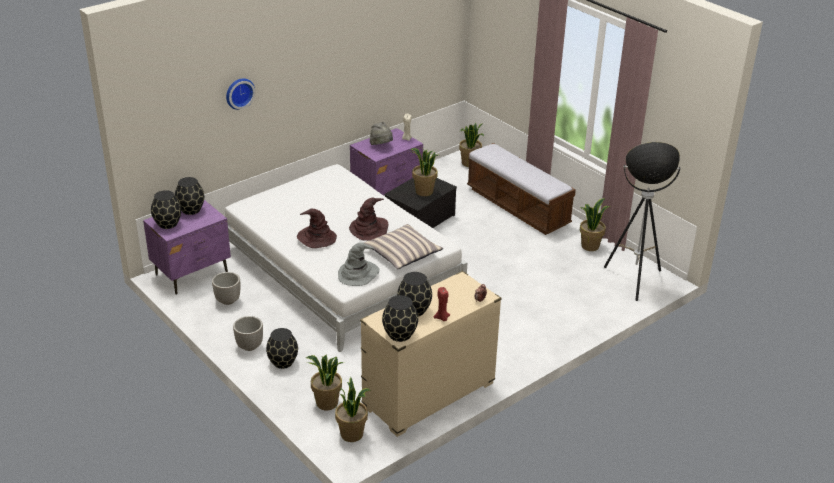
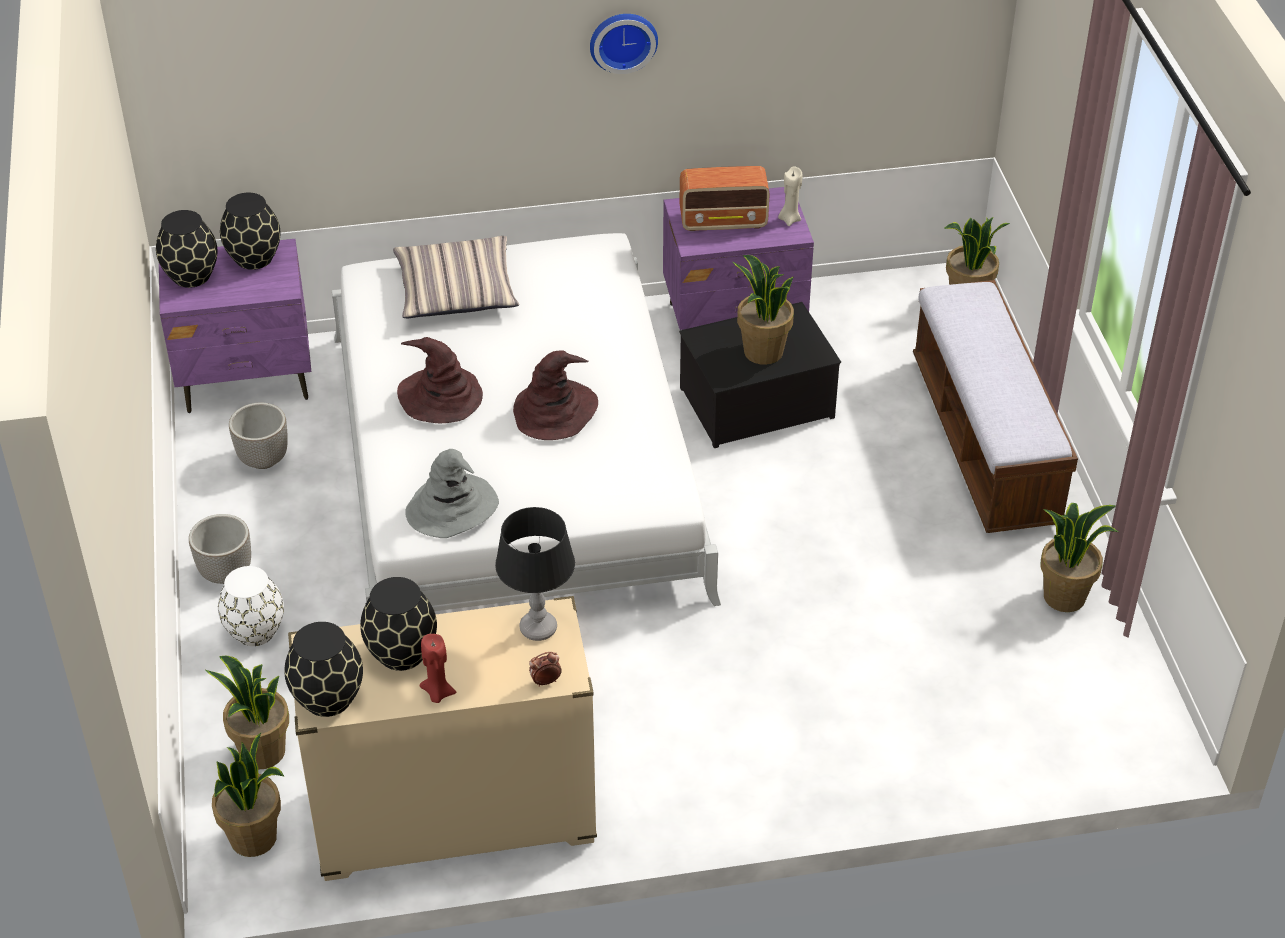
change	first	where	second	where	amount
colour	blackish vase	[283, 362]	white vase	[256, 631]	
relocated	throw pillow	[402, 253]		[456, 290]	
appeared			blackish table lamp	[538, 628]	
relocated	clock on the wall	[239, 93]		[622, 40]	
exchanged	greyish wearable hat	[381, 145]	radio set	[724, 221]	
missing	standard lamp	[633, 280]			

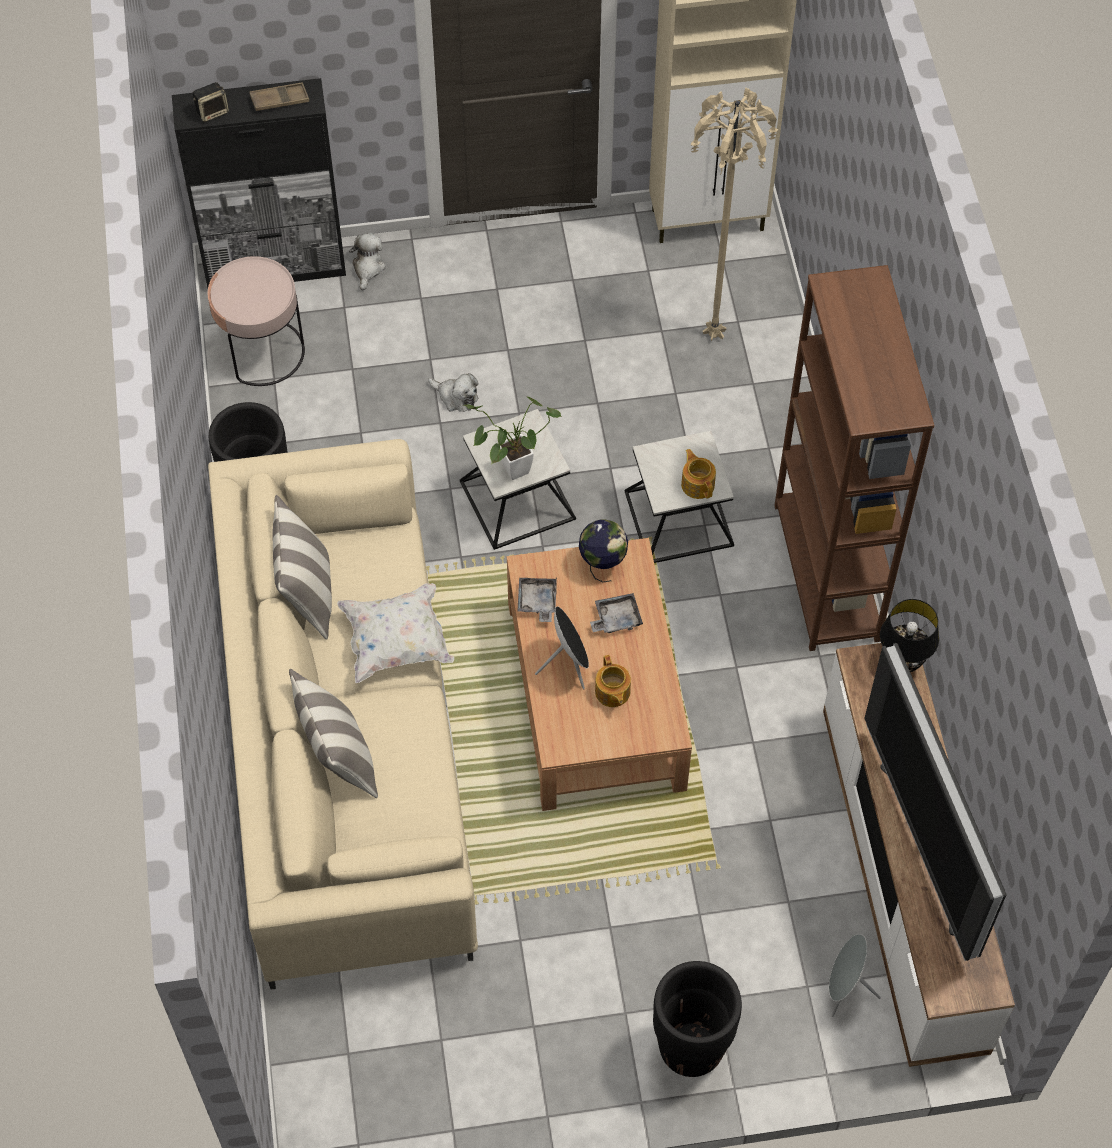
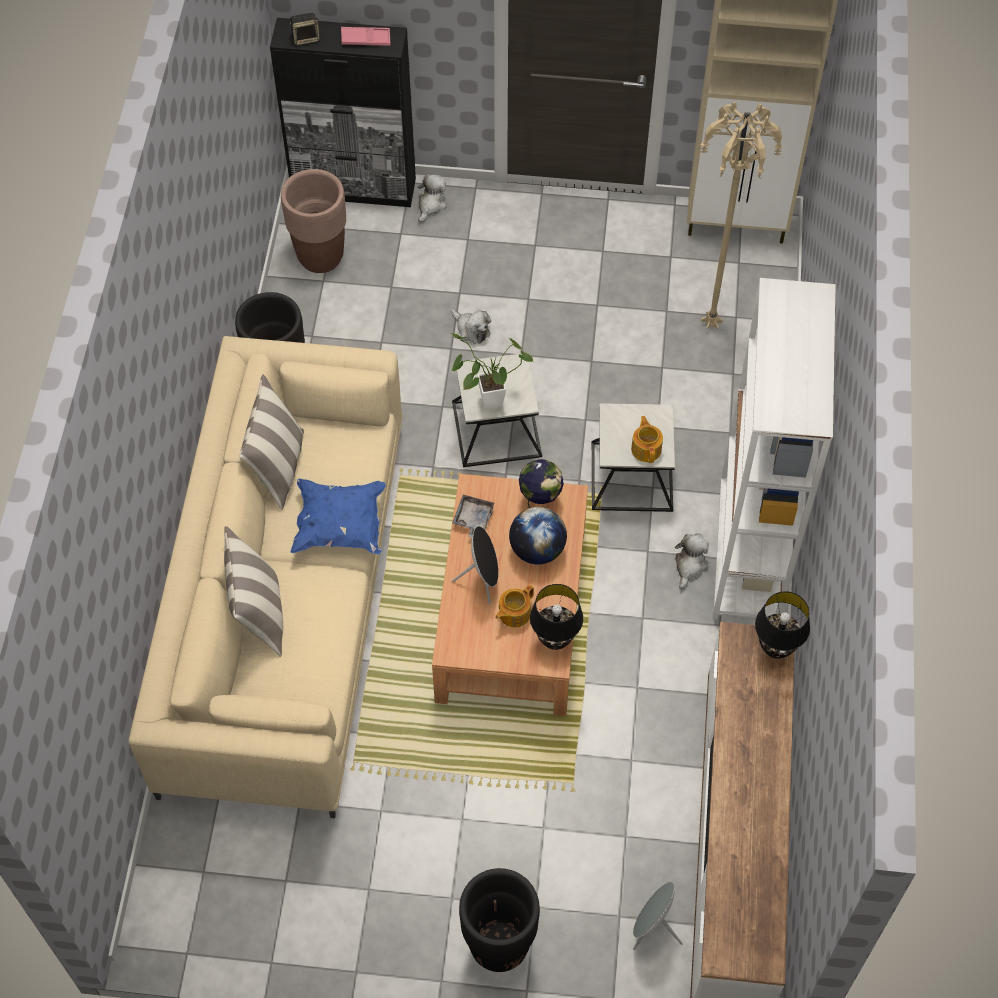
change	first	where	second	where	amount
exchanged	pink-coloured accent table	[263, 352]	brown planter	[320, 257]	
colour	white throw pillow	[397, 643]	bluish throw pillow	[340, 526]	
colour	brown serving tray	[279, 100]	pink-coloured serving tray	[365, 39]	
spun	pot for tea	[612, 692]		[513, 613]	45 degrees clockwise
exchanged	greyish serving tray	[616, 618]	globe	[537, 550]	
appeared			blackish table lamp	[555, 640]	
appeared			soft toy	[689, 565]	
colour	brown shelving unit	[826, 572]	white shelving unit	[748, 553]	
missing	television	[931, 844]			

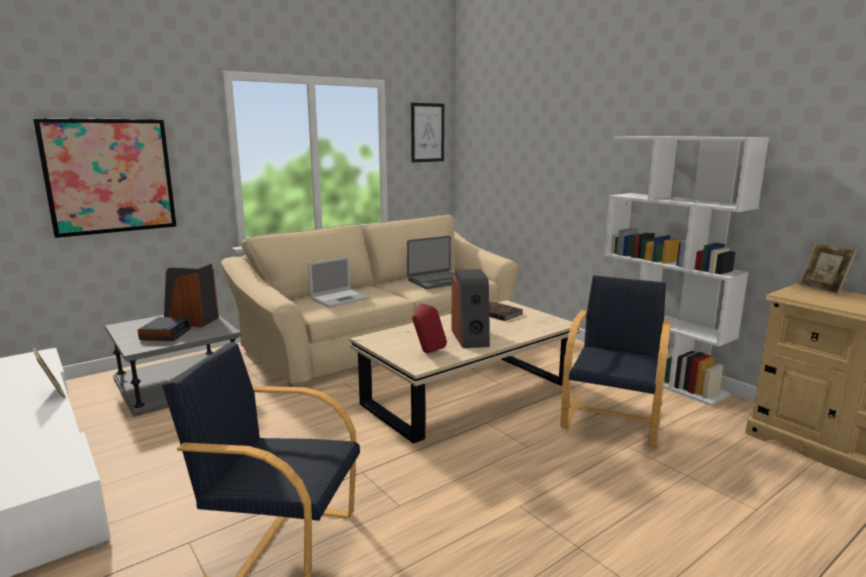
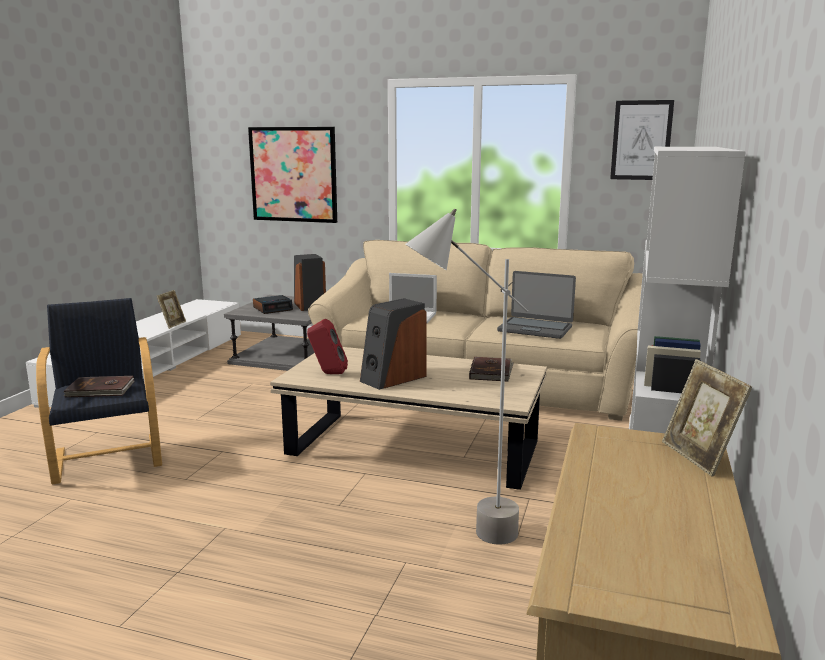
change	first	where	second	where	amount
appeared			brown bound book	[100, 390]	
exchanged	blackish easy chair	[612, 419]	greyish standard lamp	[464, 538]	
spun	standing frame	[822, 289]		[699, 457]	45 degrees counterclockwise

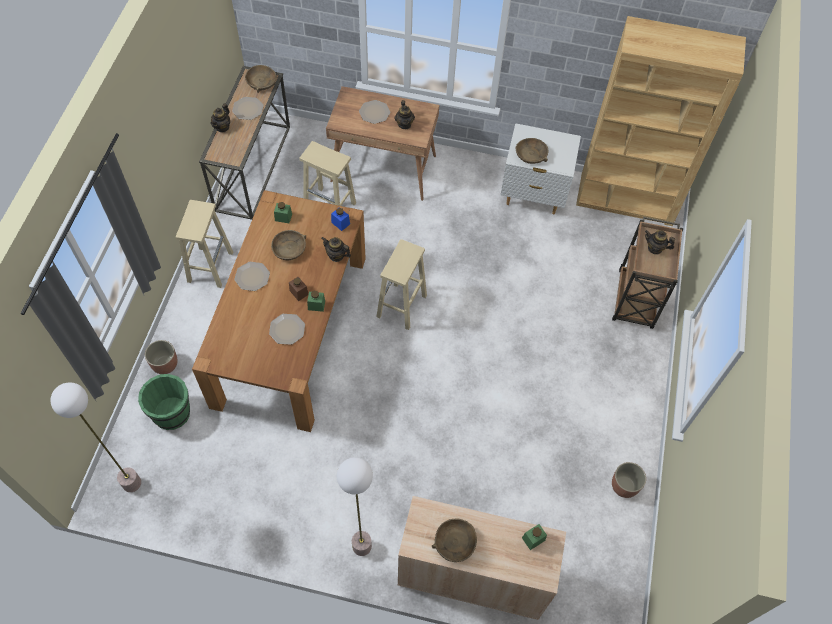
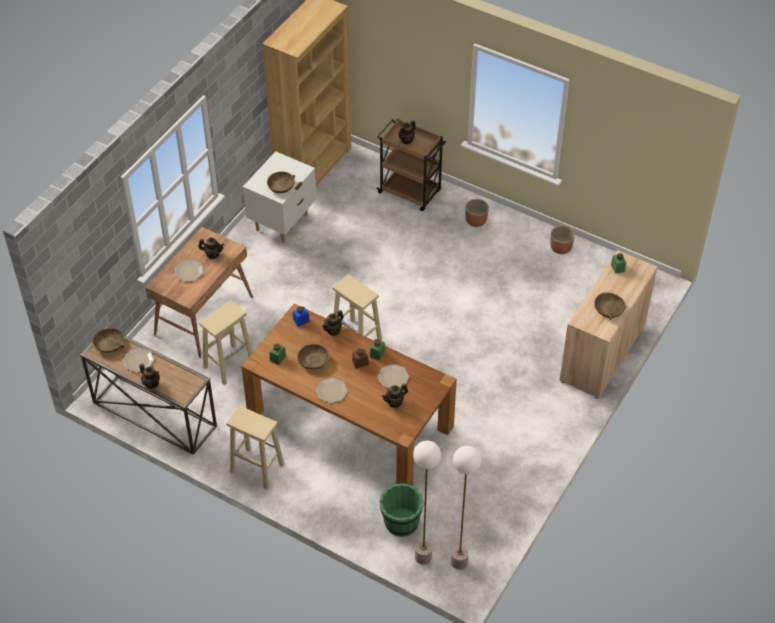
change	first	where	second	where	amount
appeared			pot for tea	[395, 402]	
relocated	standard lamp	[361, 546]		[423, 557]	
relocated	planter	[165, 364]		[475, 221]	

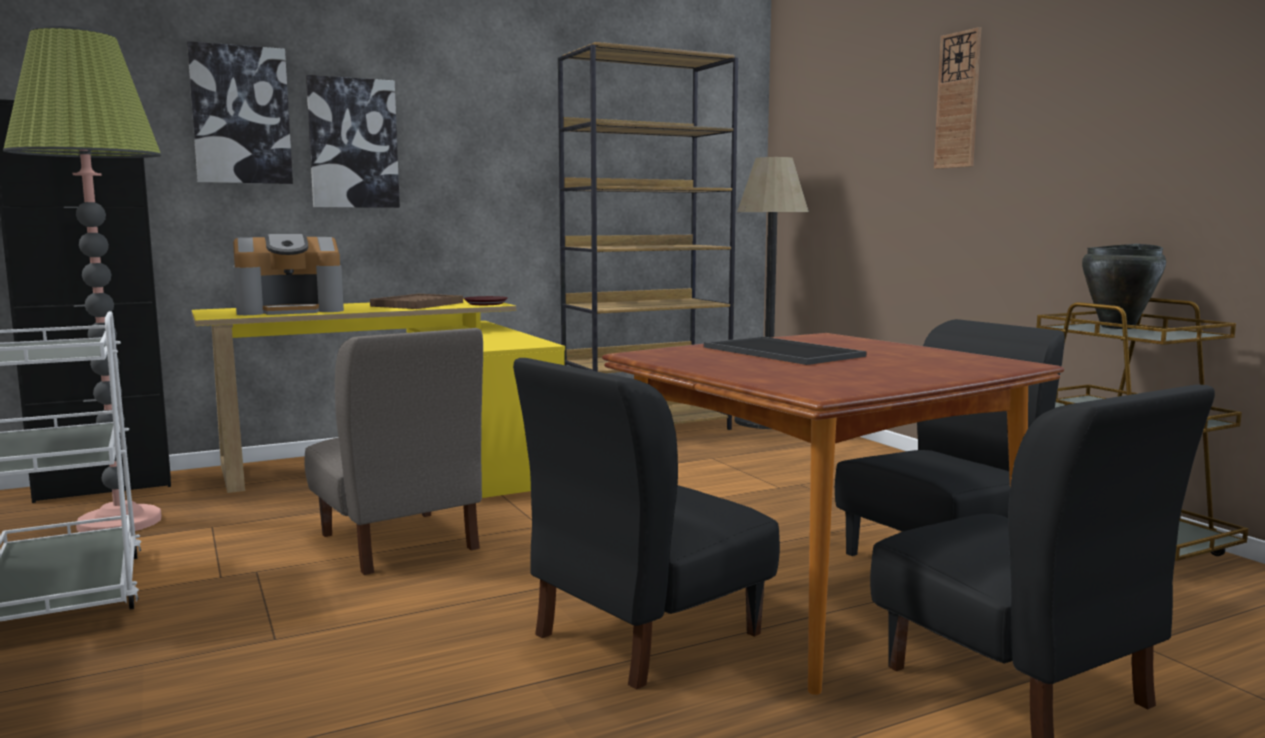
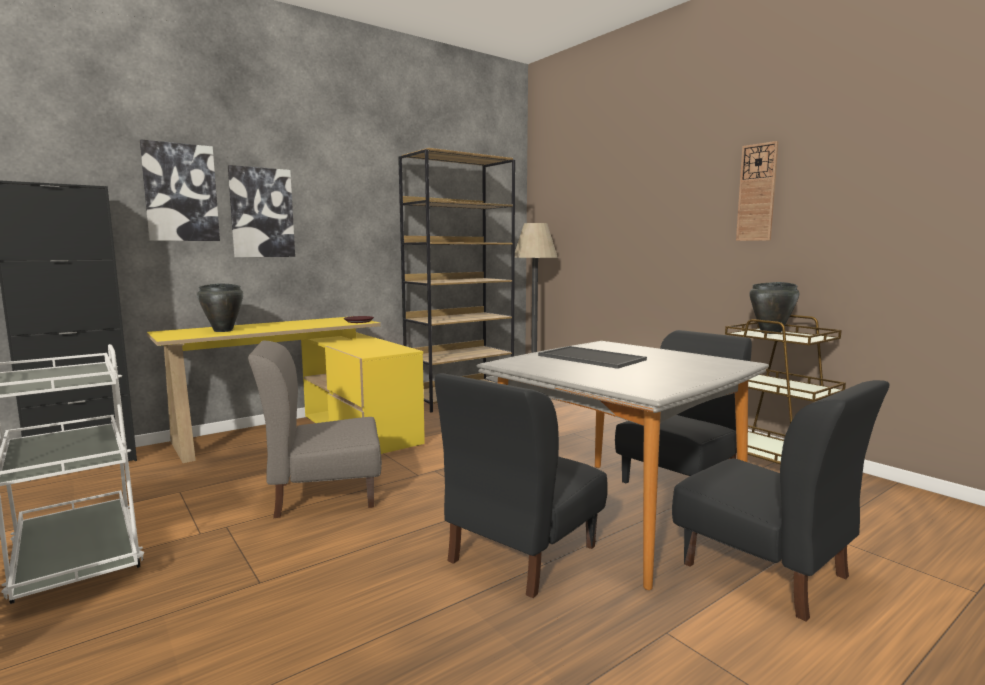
change	first	where	second	where	amount
exchanged	coffee maker	[291, 310]	blackish stockpot	[223, 330]	
spun	greyish chair	[398, 542]		[324, 494]	120 degrees clockwise
colour	brown dining table	[814, 596]	greyish dining table	[616, 515]	
relocated	clock on the wall	[958, 100]		[757, 192]	
missing	standard lamp	[119, 522]			
missing	brown serving tray	[417, 304]			

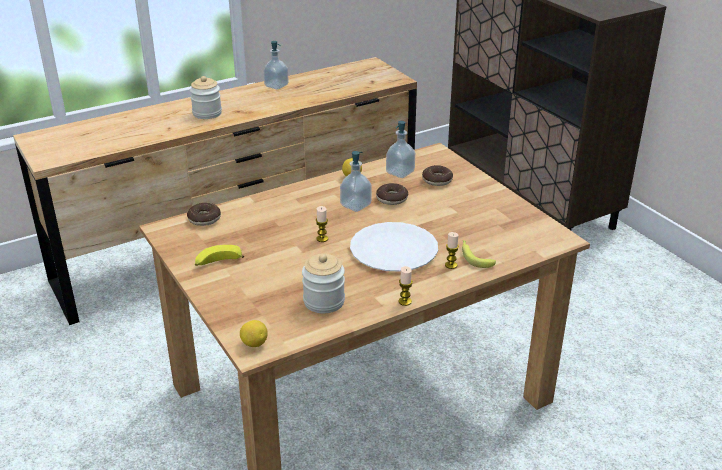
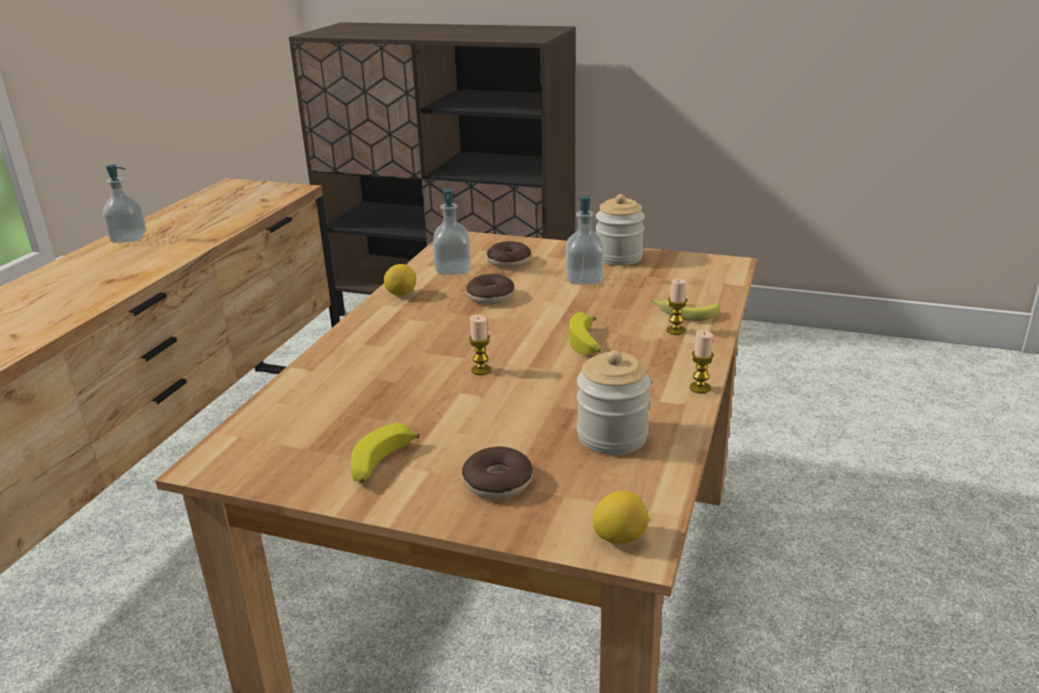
change	first	where	second	where	amount
relocated	ring doughnut	[204, 219]		[497, 482]	
relocated	soap bottle	[355, 205]		[584, 279]	
exchanged	white flat dish	[394, 249]	banana fruit	[587, 343]	
relocated	storage jar	[207, 113]		[618, 257]	

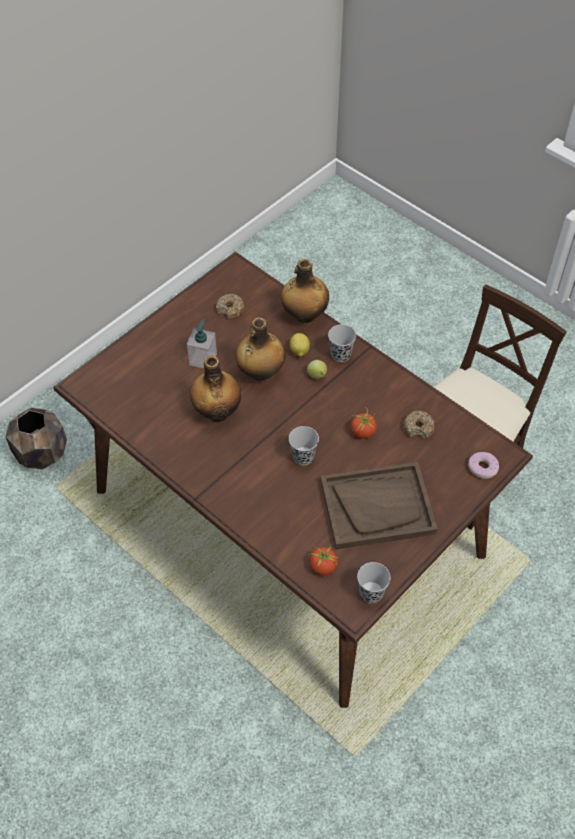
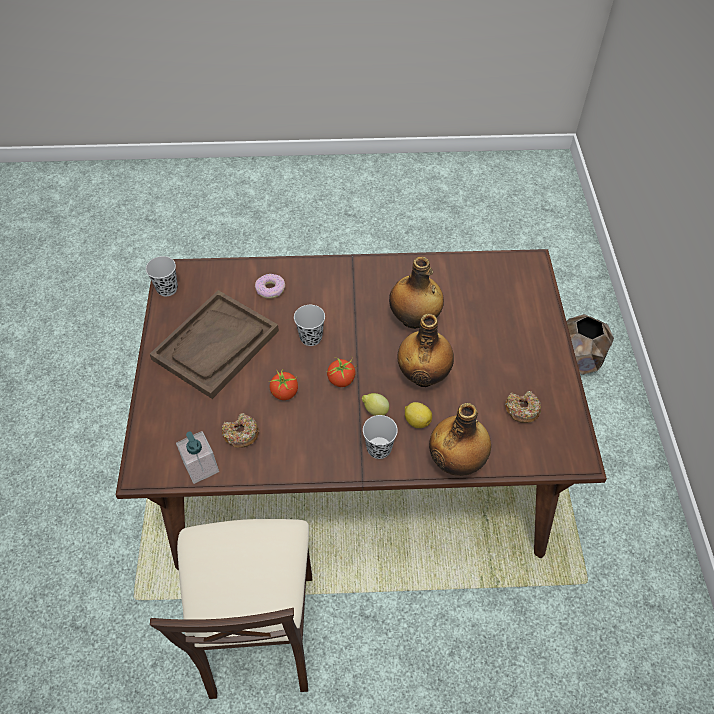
change	first	where	second	where	amount
relocated	soap bottle	[203, 359]		[201, 467]	
relocated	ring doughnut	[482, 468]		[270, 289]	
relocated	whole tomato	[322, 567]		[341, 380]	

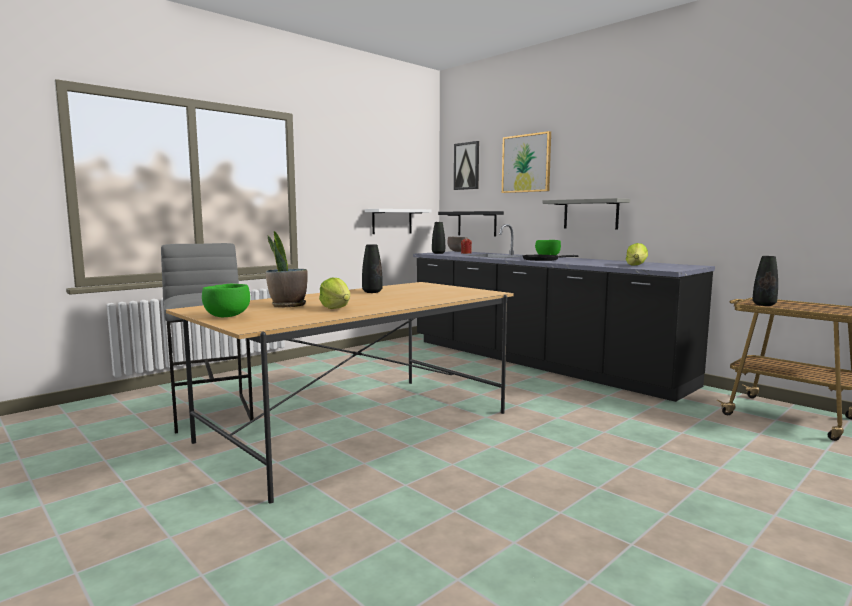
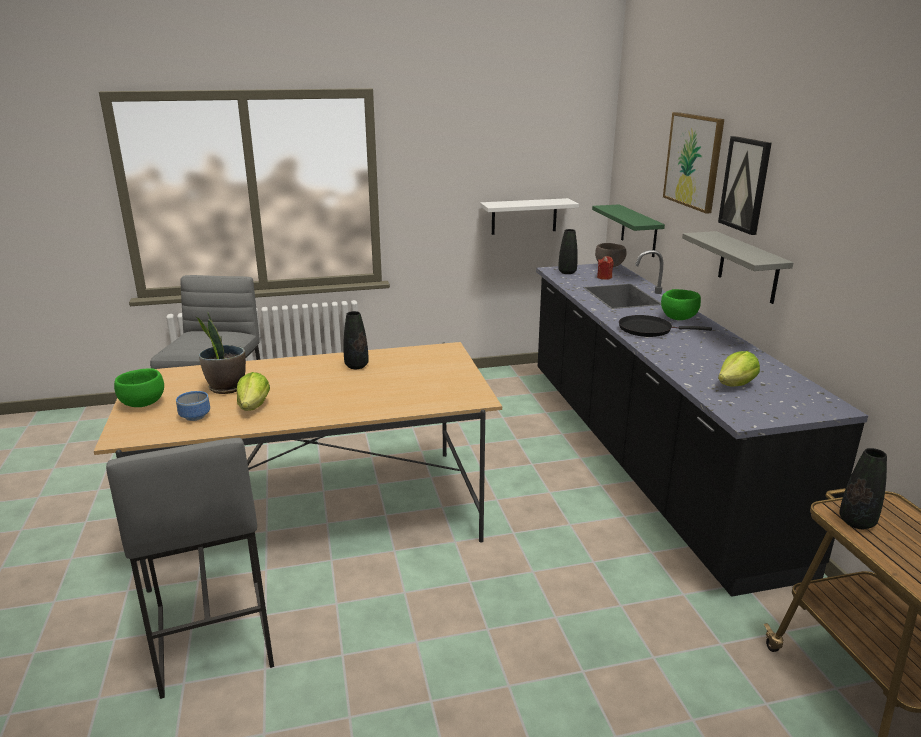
change	first	where	second	where	amount
appeared			greyish stool	[211, 636]	
appeared			deep dish	[195, 416]	
colour	blackish wall shelf	[477, 223]	green-coloured wall shelf	[639, 231]	
relocated	wall art	[467, 166]		[745, 184]	

